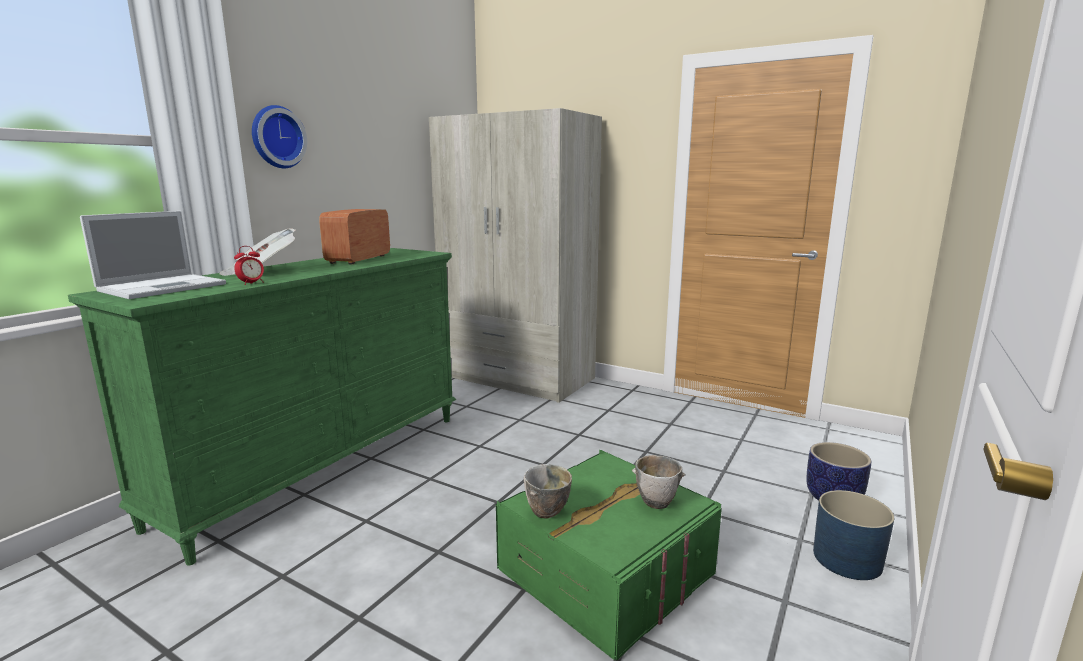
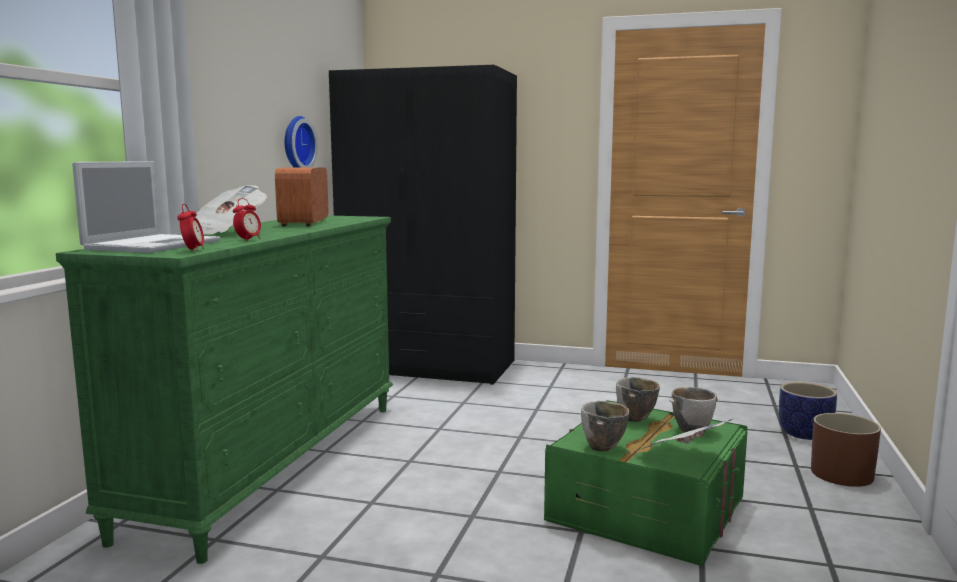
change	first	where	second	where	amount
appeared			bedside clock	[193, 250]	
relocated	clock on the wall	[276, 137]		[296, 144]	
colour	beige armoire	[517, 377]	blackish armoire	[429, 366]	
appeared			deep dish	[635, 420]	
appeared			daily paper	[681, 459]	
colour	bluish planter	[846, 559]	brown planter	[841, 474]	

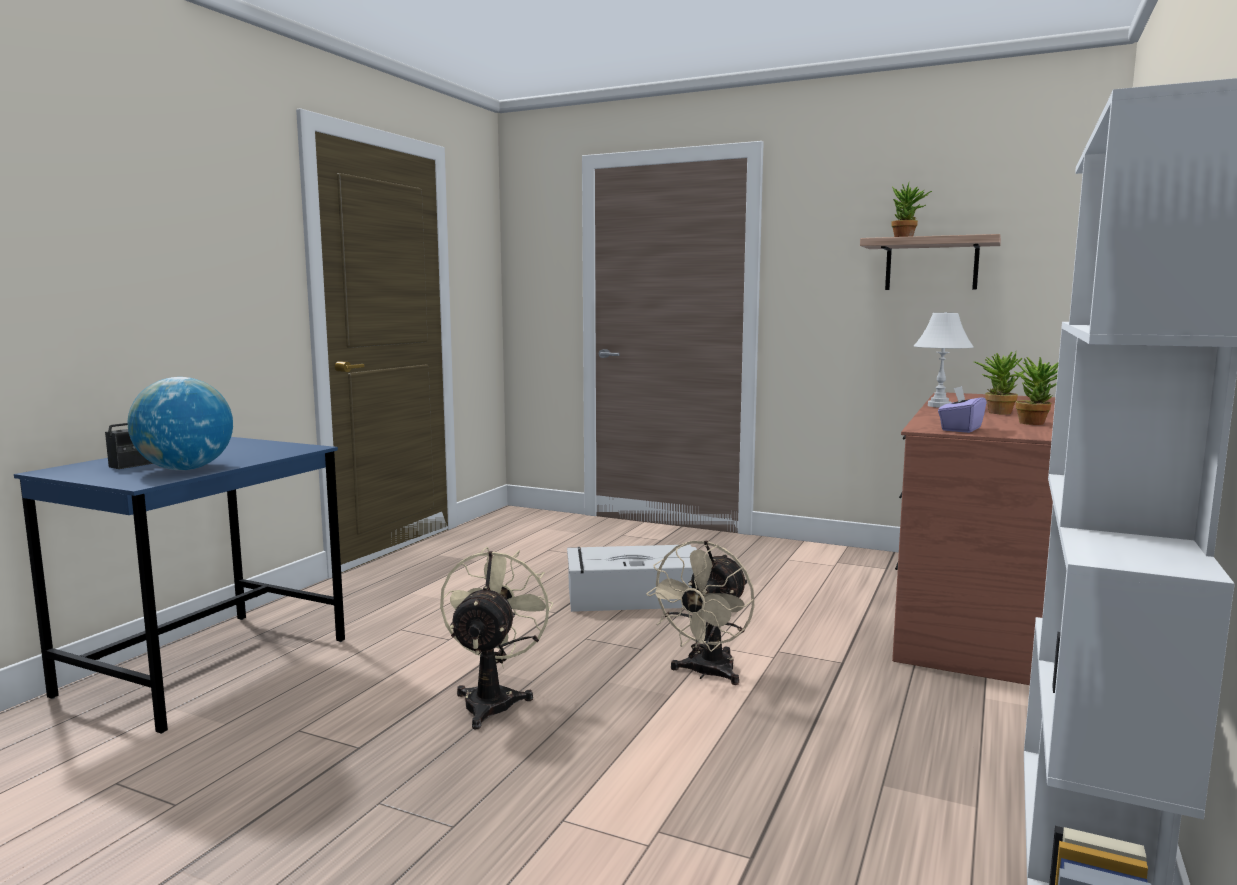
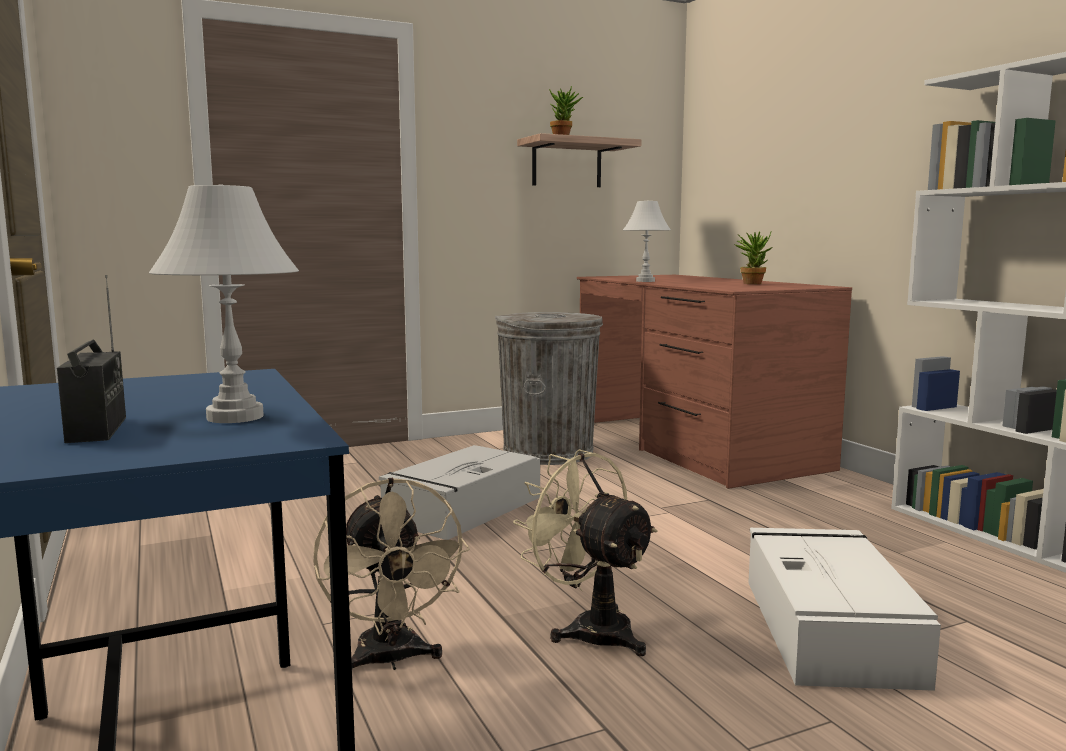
change	first	where	second	where	amount
exchanged	globe	[185, 469]	white table lamp	[236, 417]	
relocated	beige electric fan	[706, 674]		[391, 660]	
appeared			greyish waste bin	[548, 452]	
appeared			white storage container	[827, 627]	
missing	purple-coloured tissue box	[960, 429]			
missing	plant in a pot	[997, 412]			

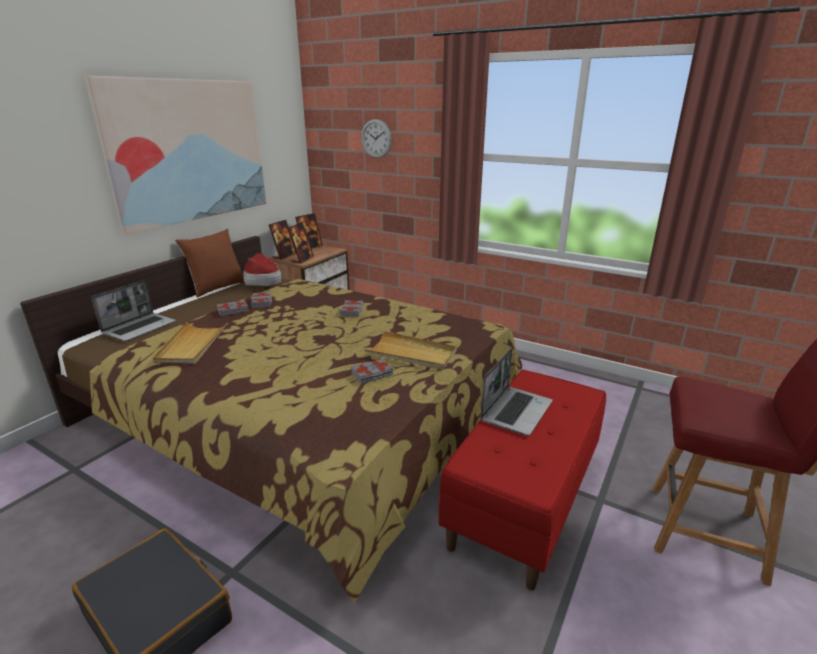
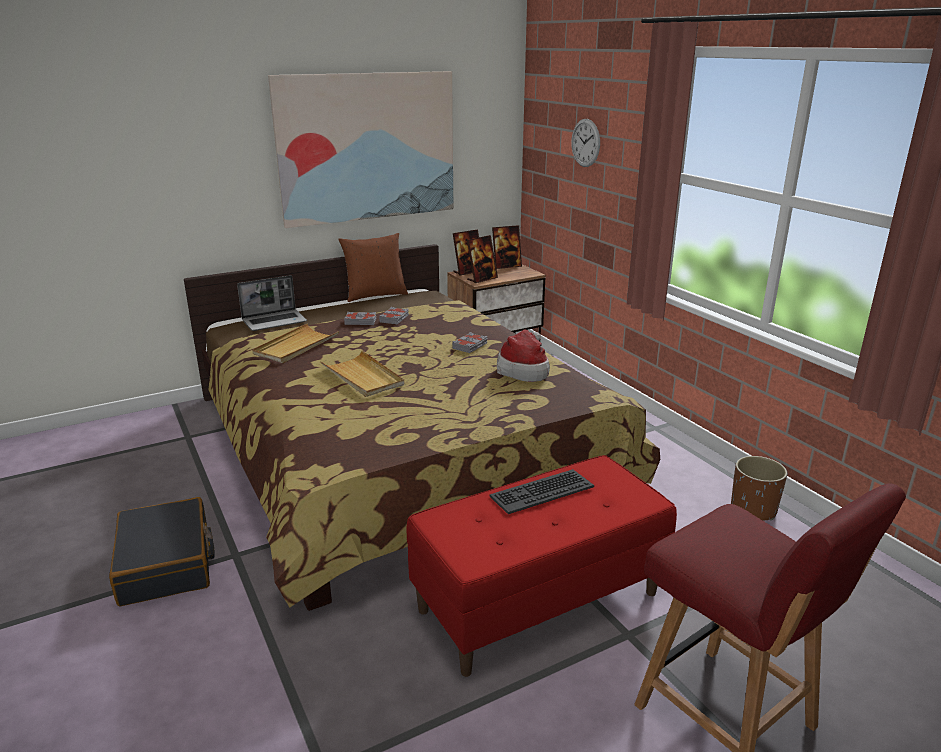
change	first	where	second	where	amount
relocated	beige serving tray	[411, 354]		[363, 377]	
exchanged	portable computer	[516, 411]	computer keyboard	[541, 491]	
relocated	wearable hat	[263, 280]		[524, 370]	
appeared			brown planter	[753, 510]	
missing	greyish bound book	[372, 374]			

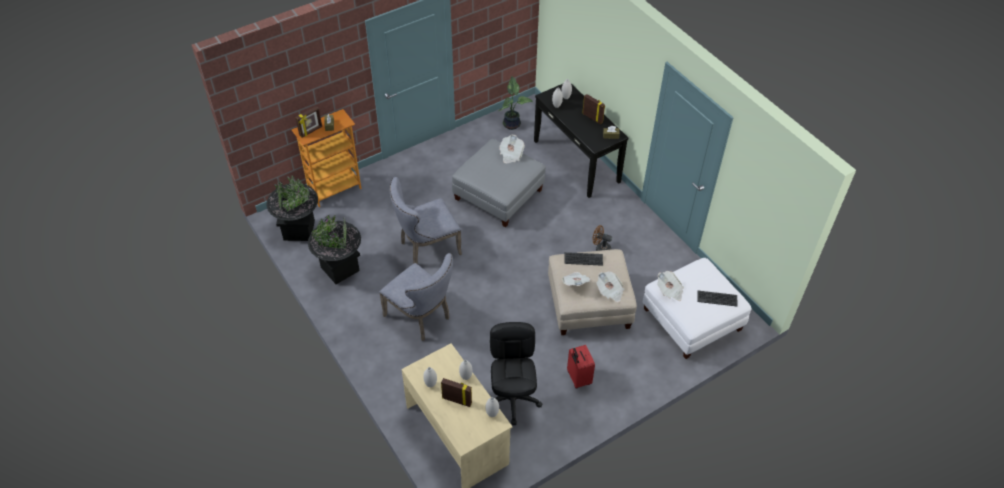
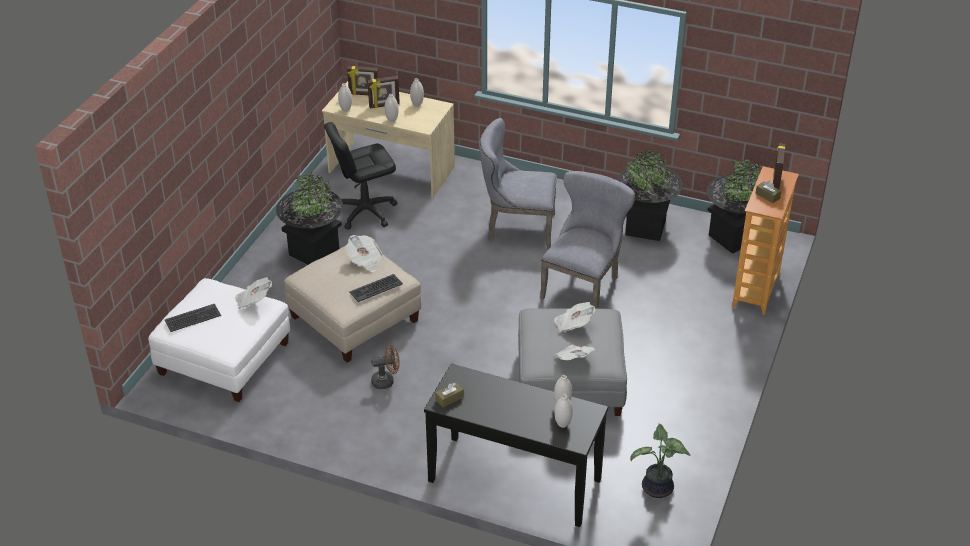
change	first	where	second	where	amount
exchanged	red suitcase	[578, 378]	blackish planter	[314, 252]	
spun	blackish computer chair	[512, 399]		[365, 211]	105 degrees clockwise
relocated	standing frame	[592, 118]		[364, 94]	
relocated	daily paper	[610, 291]		[573, 324]	

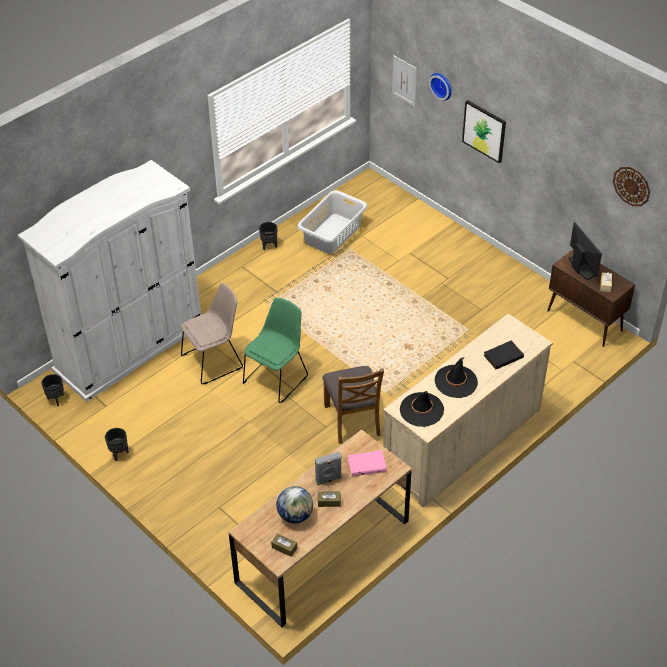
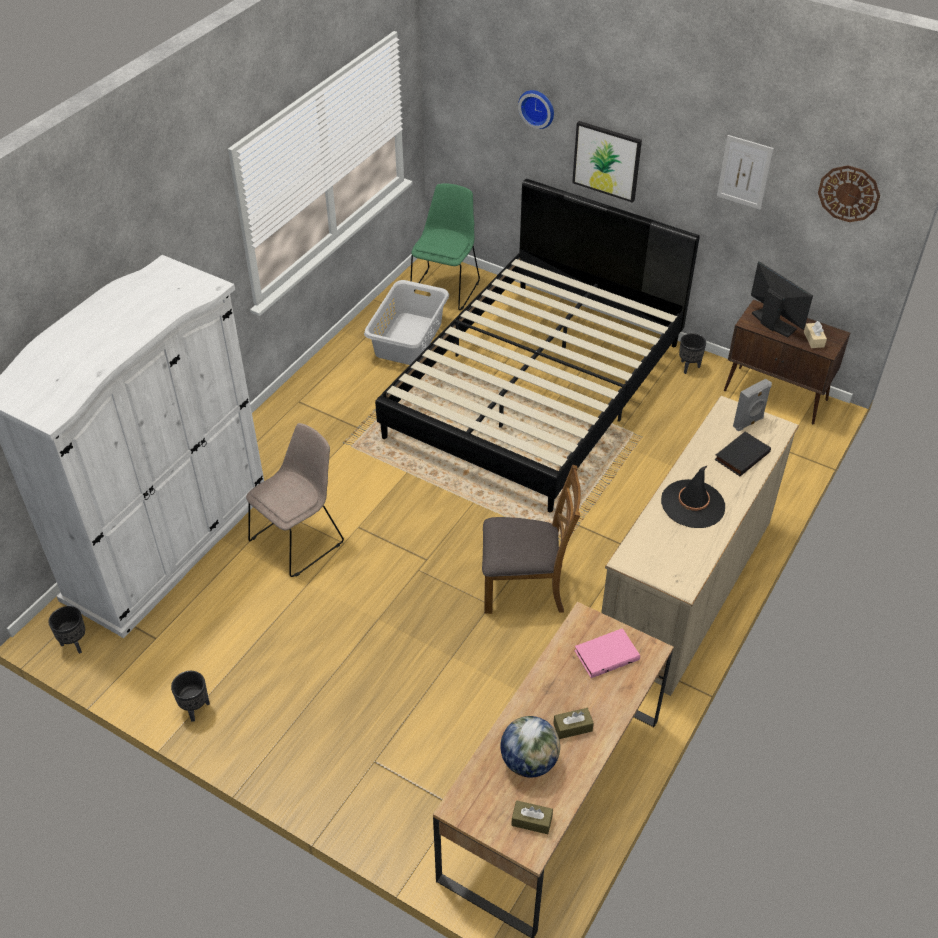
change	first	where	second	where	amount
appeared			blackish bedroom bed	[536, 389]	
relocated	green-coloured chair	[276, 378]		[445, 288]	
spun	brown chair	[353, 420]		[525, 587]	60 degrees counterclockwise
relocated	blackish planter	[269, 246]		[689, 367]	
relocated	wall art	[404, 80]		[744, 172]	
relocated	greyish audio speaker	[328, 480]		[748, 423]	
missing	blackish wearable hat	[421, 410]			

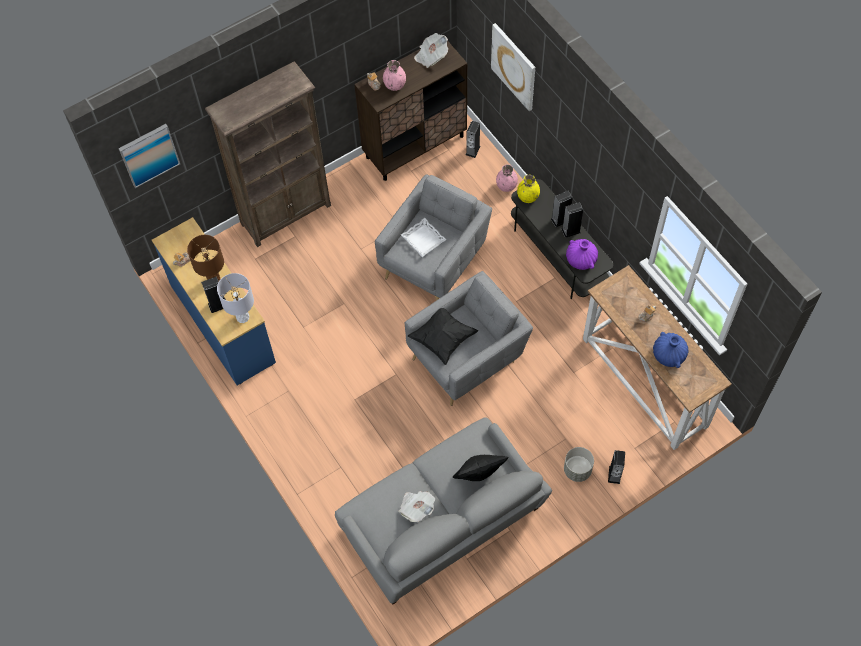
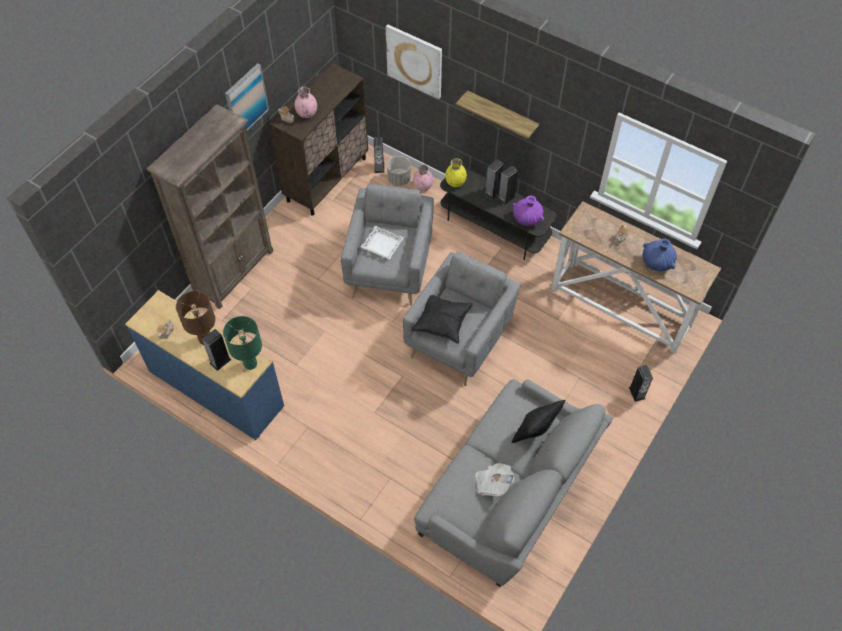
change	first	where	second	where	amount
colour	greyish table lamp	[243, 317]	green-coloured table lamp	[250, 364]	
relocated	wall art	[149, 155]		[246, 100]	
relocated	greyish planter	[577, 470]		[399, 179]	
appeared			wall shelf	[502, 115]	
missing	daily paper	[431, 56]			

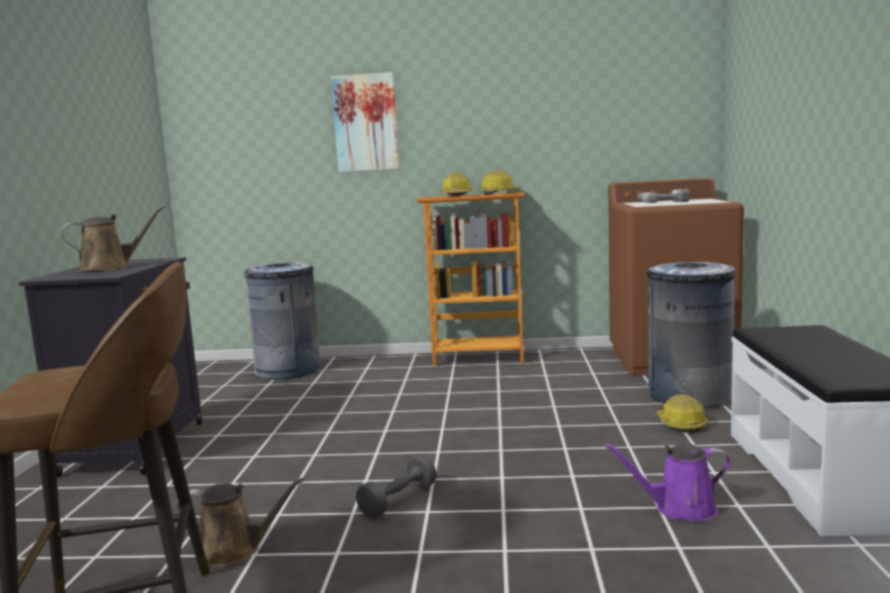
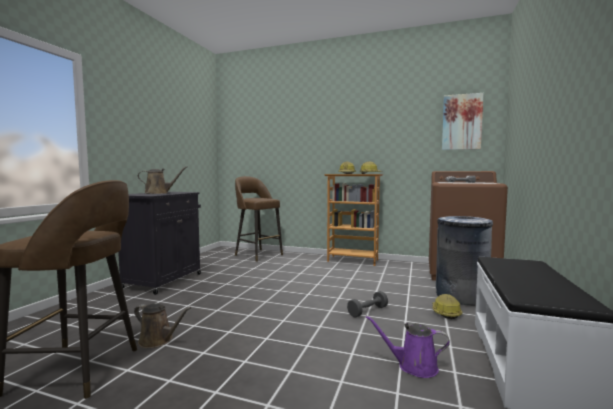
change	first	where	second	where	amount
exchanged	greyish waste bin	[288, 370]	brown stool	[257, 255]	
relocated	greyish dumbbell	[398, 500]		[367, 311]	
relocated	wall art	[366, 123]		[461, 122]	

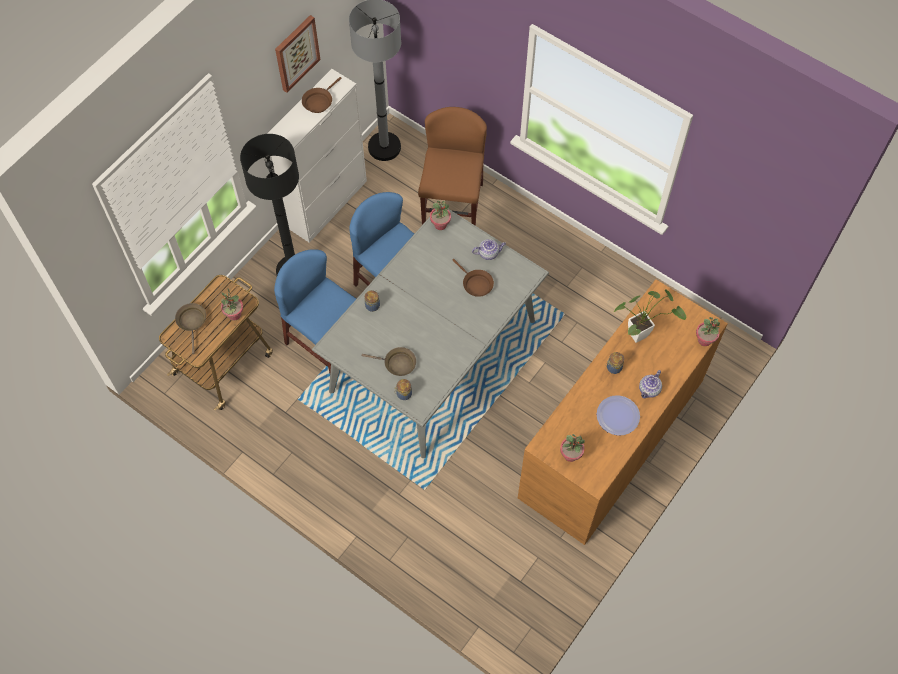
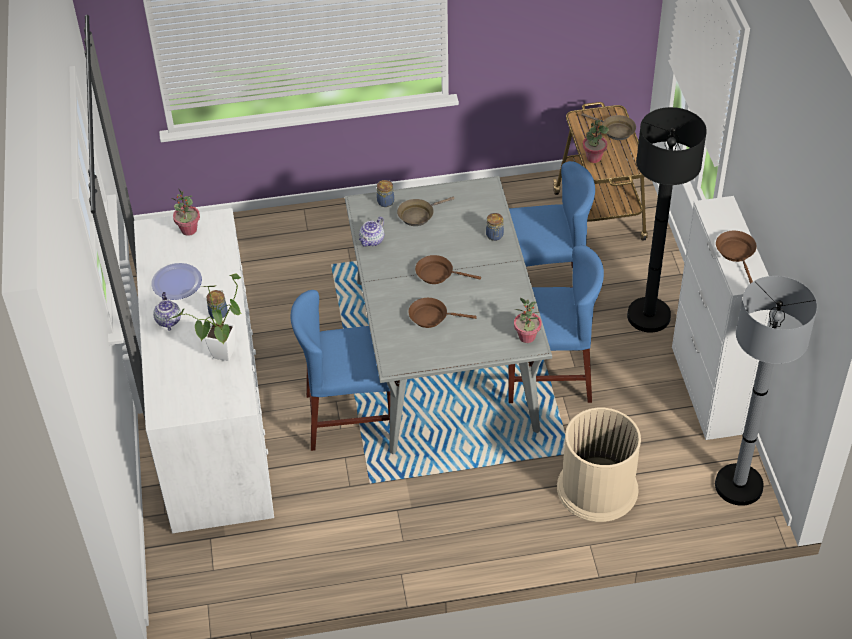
change	first	where	second	where	amount
colour	brown dresser	[611, 438]	white dresser	[213, 417]	
appeared			bluish chair	[350, 417]	
relocated	pot for tea	[488, 253]		[372, 241]	
appeared			brown skillet	[438, 274]	
exchanged	brown chair	[452, 206]	beige waste bin	[597, 488]	
missing	wall art	[296, 53]			
missing	plant in a pot	[704, 340]			

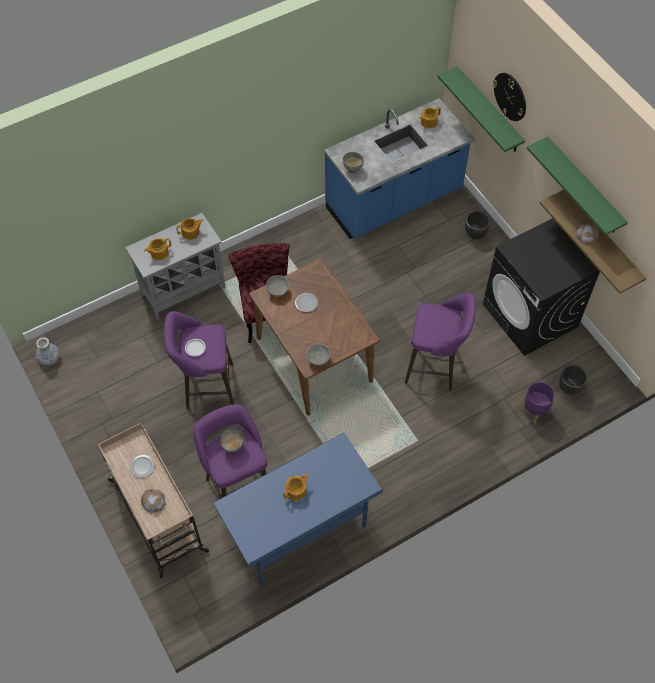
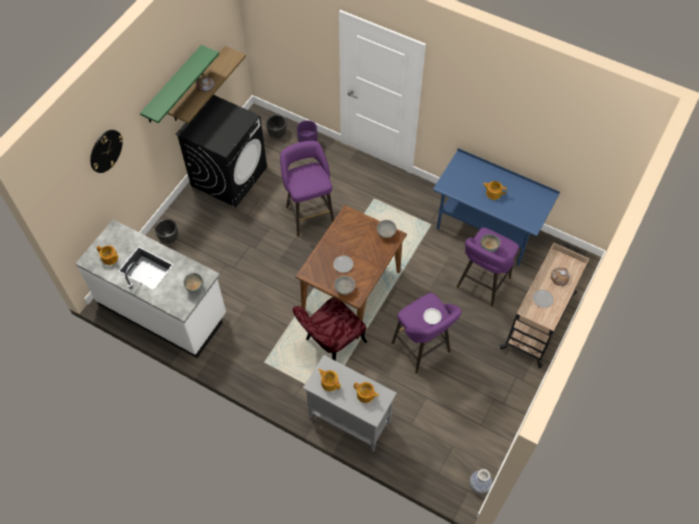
change	first	where	second	where	amount
colour	bluish kitchen counter	[394, 201]	white kitchen counter	[163, 309]	
missing	green-coloured wall shelf	[488, 111]			

